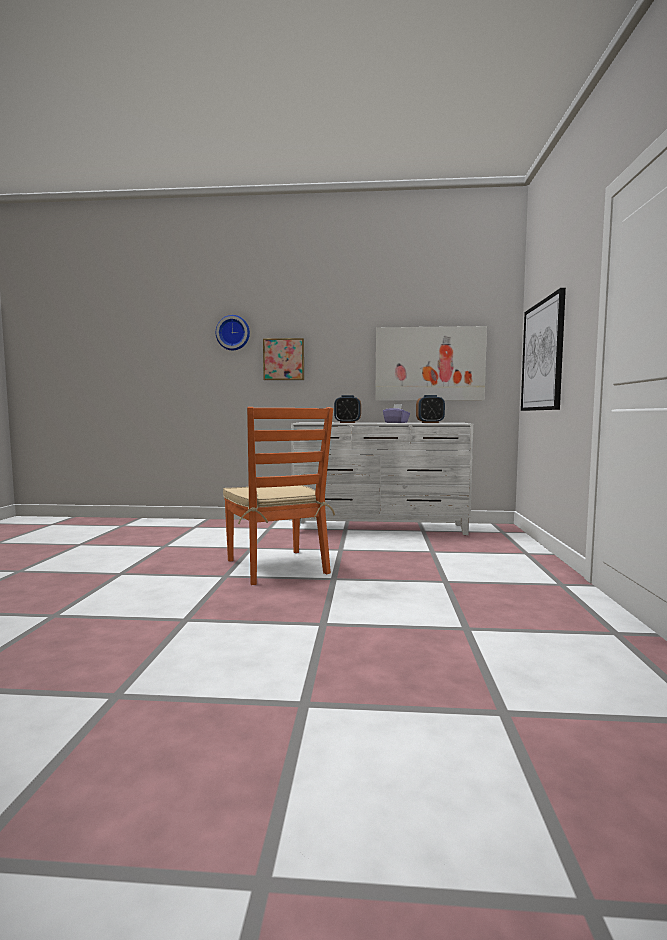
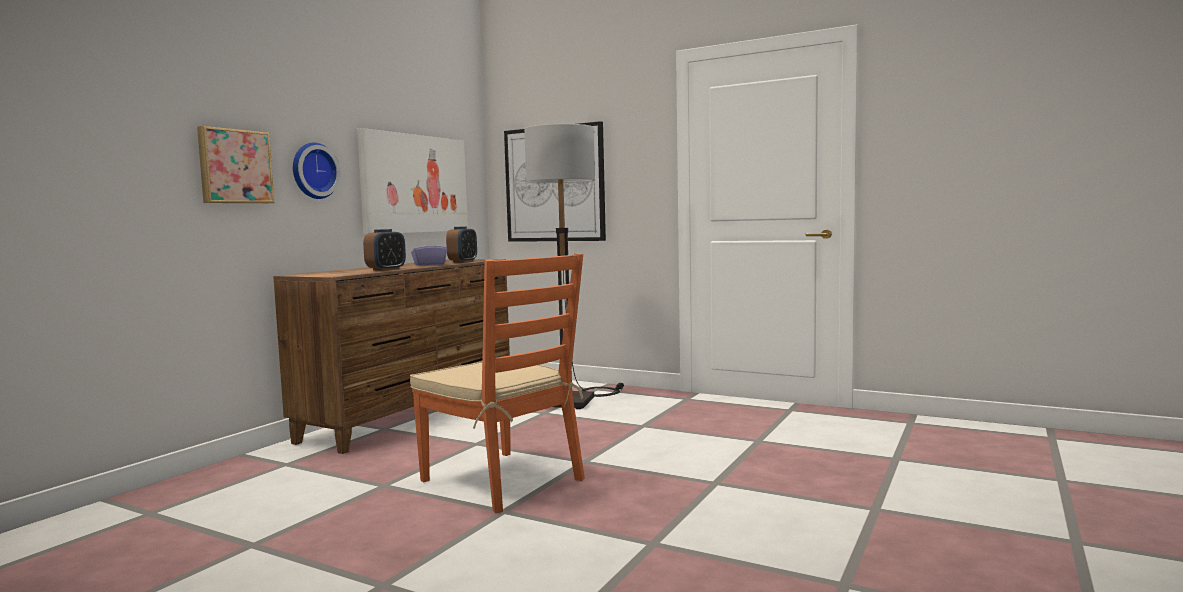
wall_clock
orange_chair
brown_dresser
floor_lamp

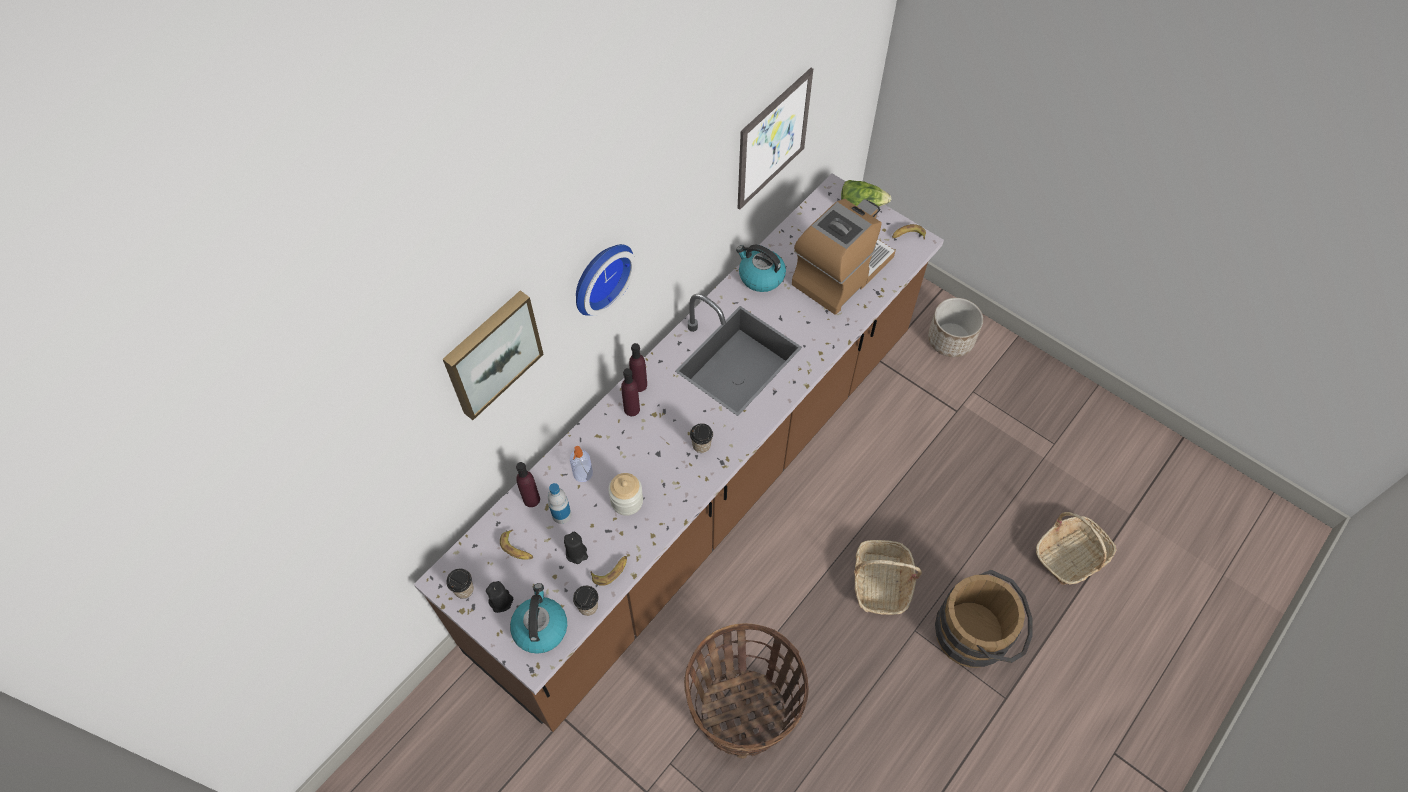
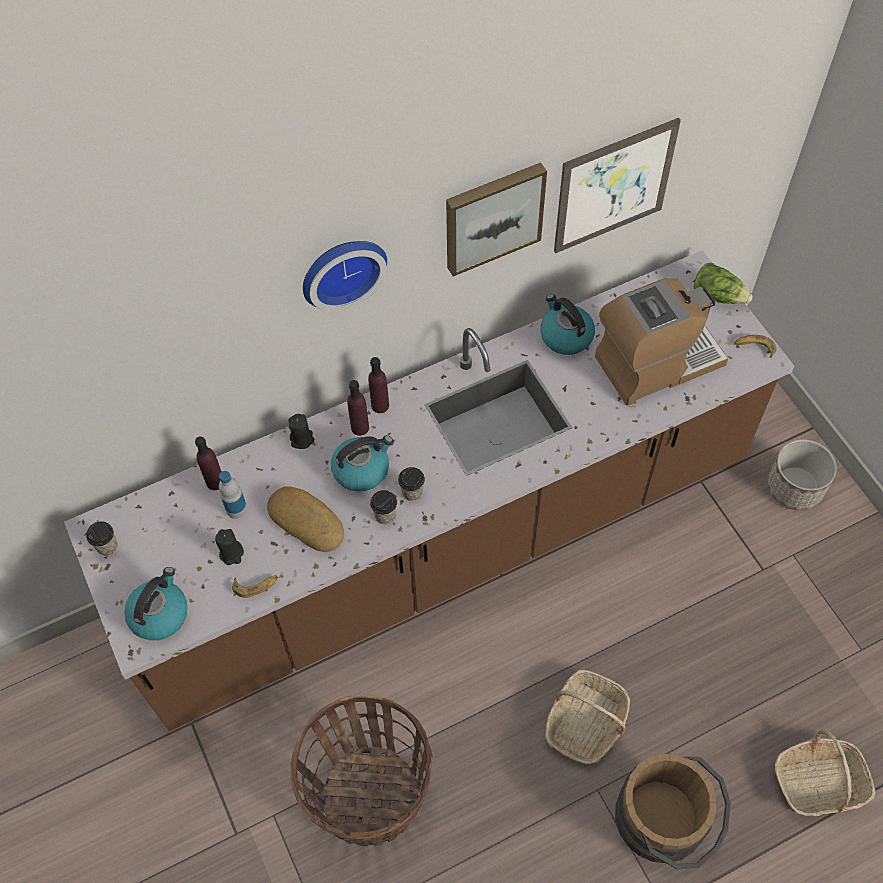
picture (1st from left)
soap_dispenser
bread
banana (1st from left in the first image)
black_candle (2nd from left)
cup (2nd from left)
kettle (2nd from left)

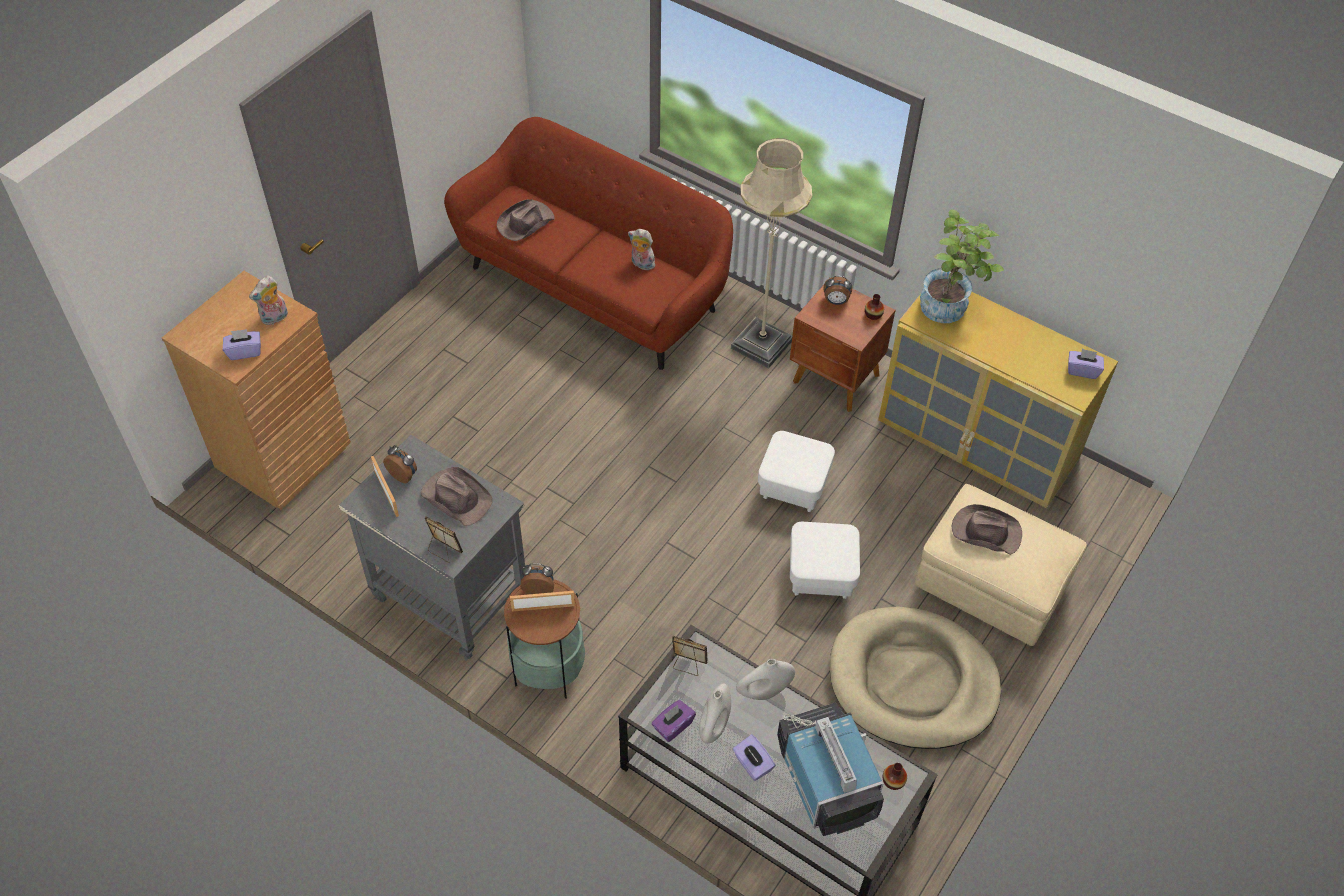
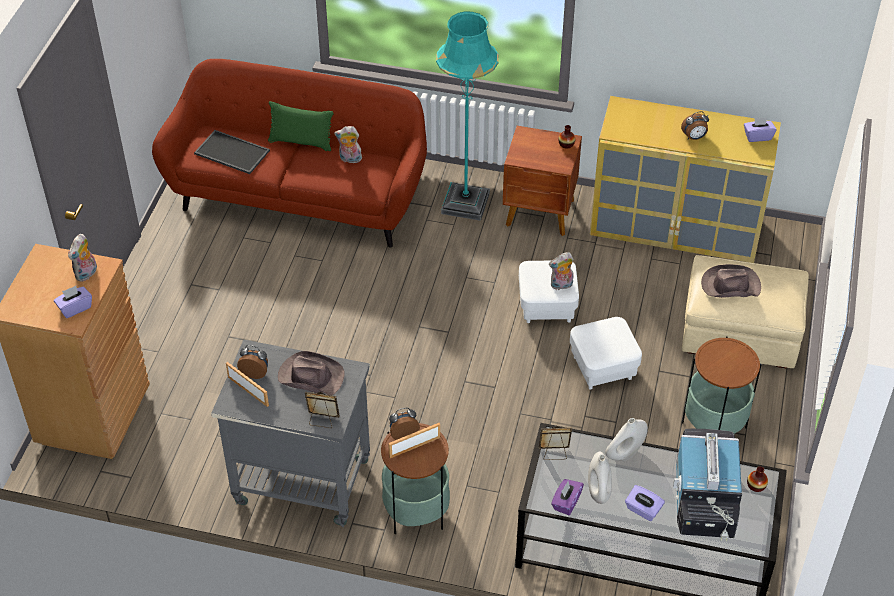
turquoise_floor_lamp
tray
potted_plant
alarm_clock (3rd from left)
side_table (2nd from left)
television
green_pillow
plush_toy (3rd from left)

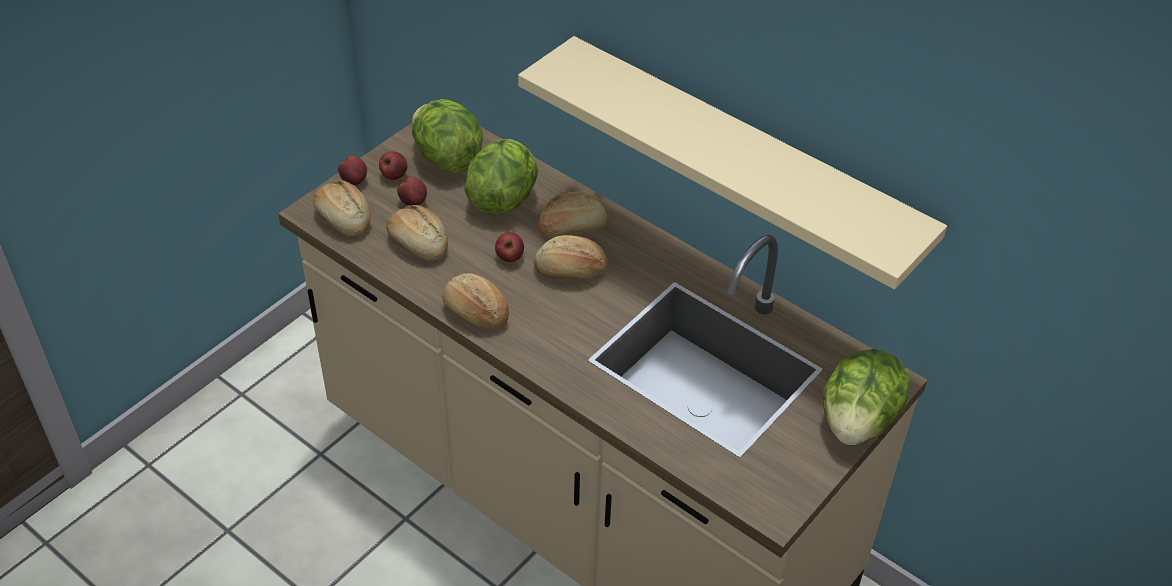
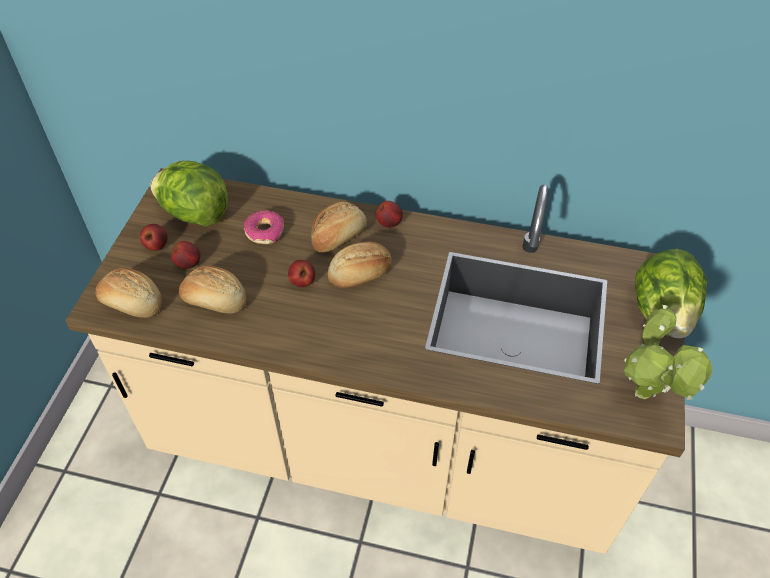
beige_shelf
donut
apple (4th from left)
bread (3rd from left in the first image)
potted_plant

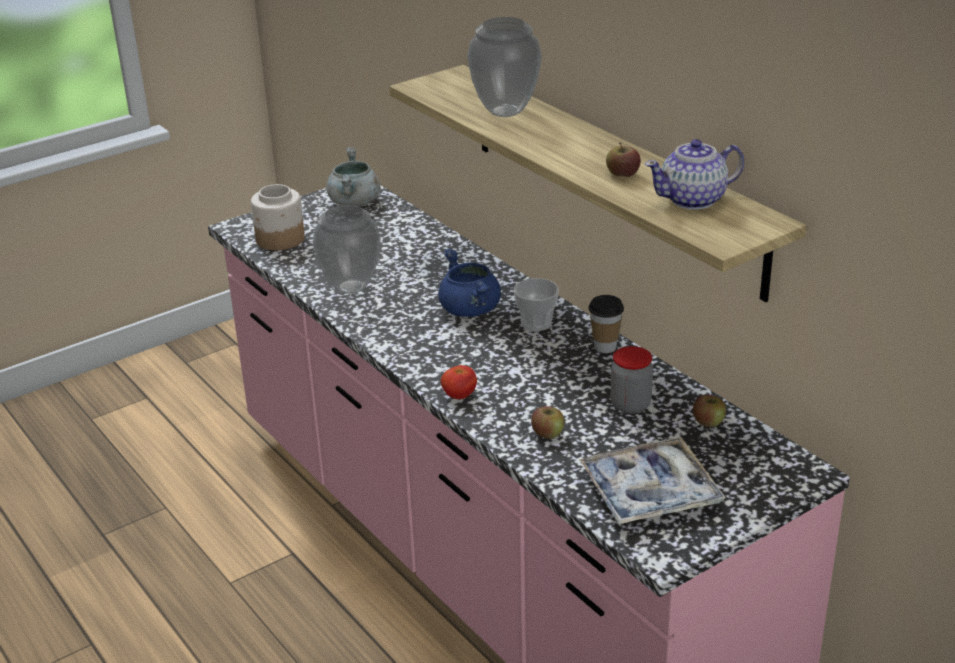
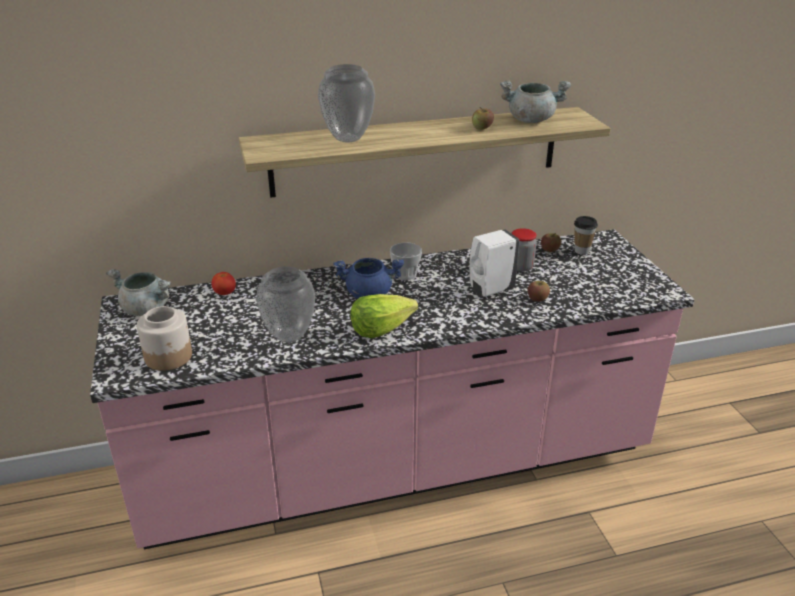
grey_cooking_pot (2nd from left)
cup (2nd from left)
tomato
tray
white_soap_dispenser
lettuce

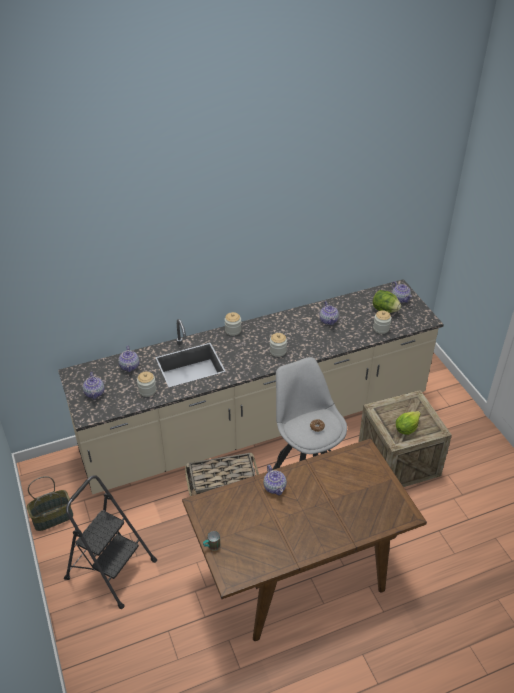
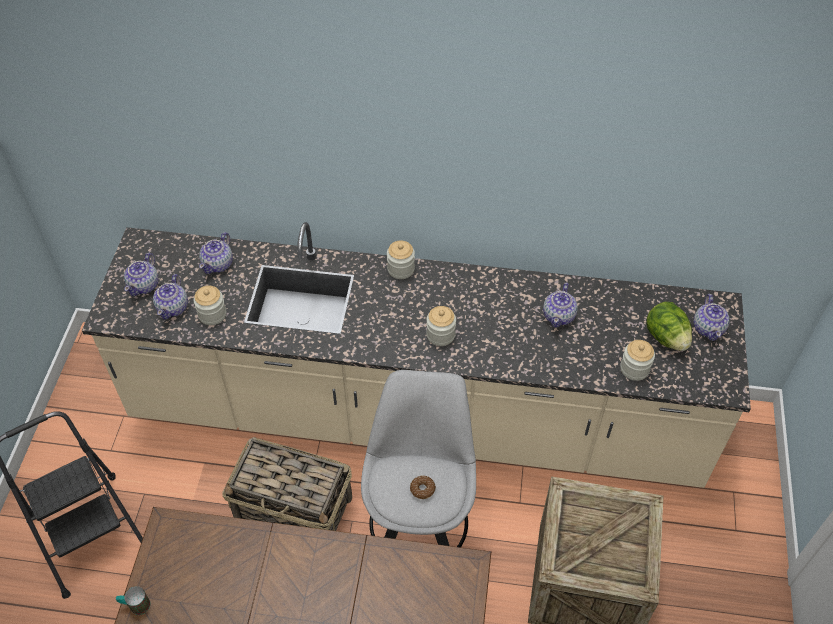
lettuce (2nd from left in the first image)
teapot (2nd from left)
basket (1st from left in the first image)

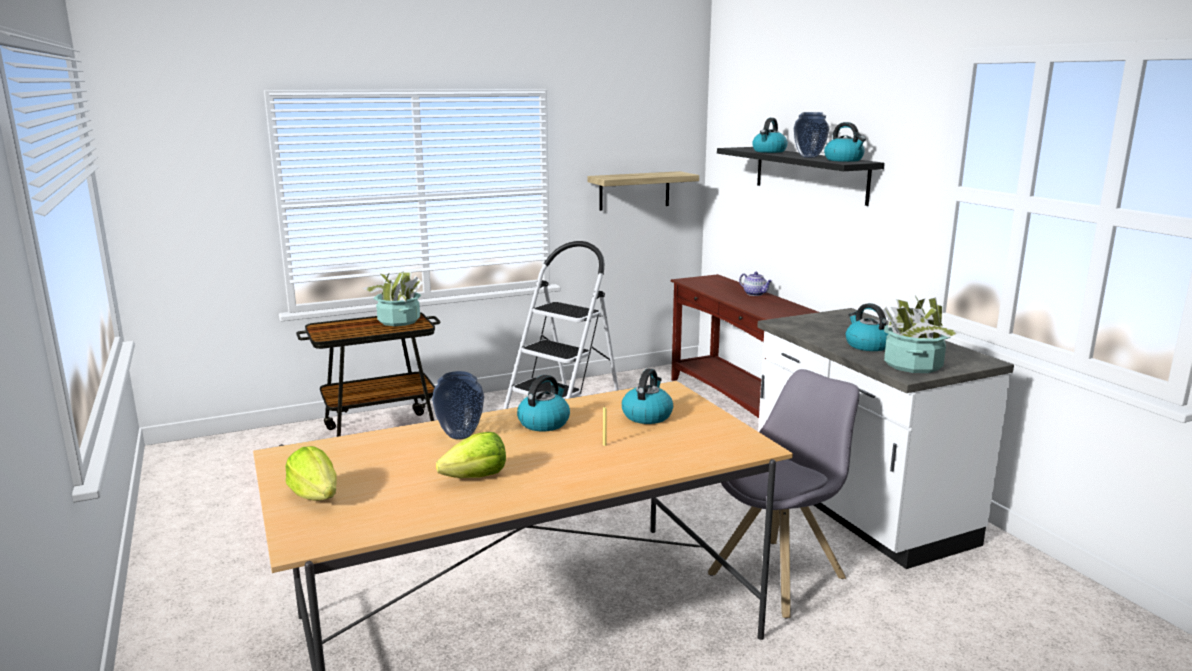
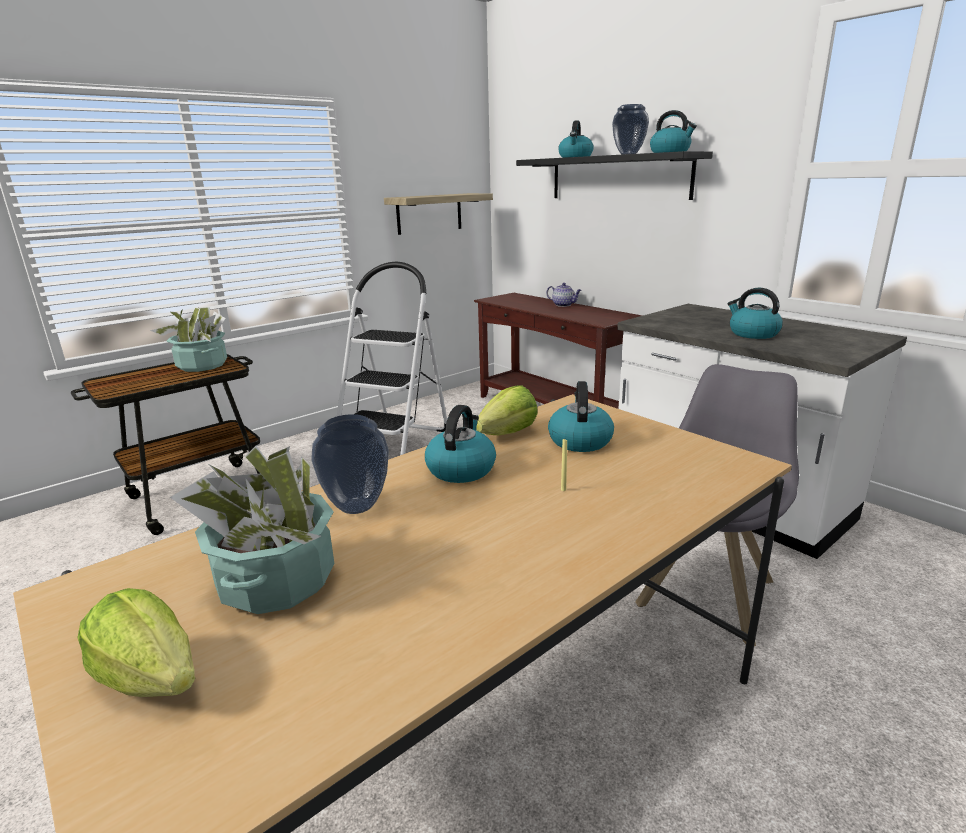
potted_plant (2nd from left)
lettuce (2nd from left)

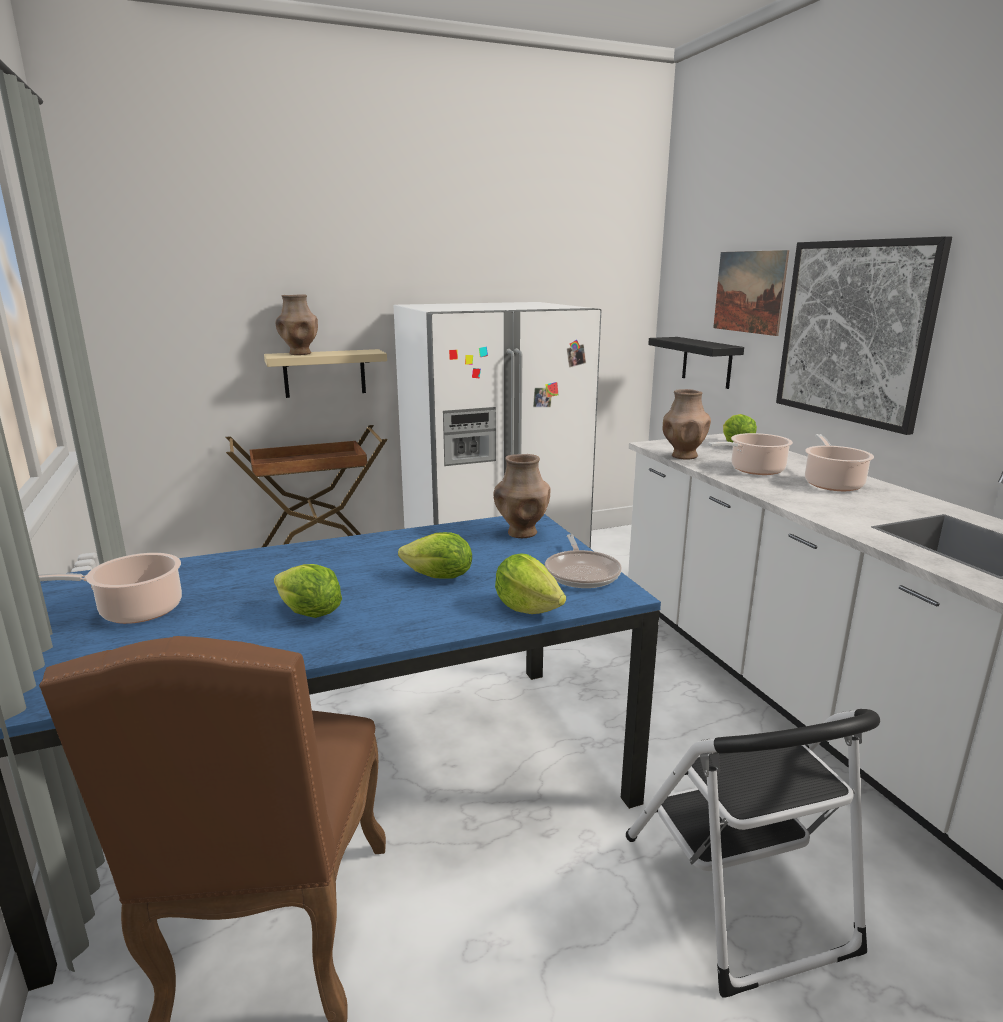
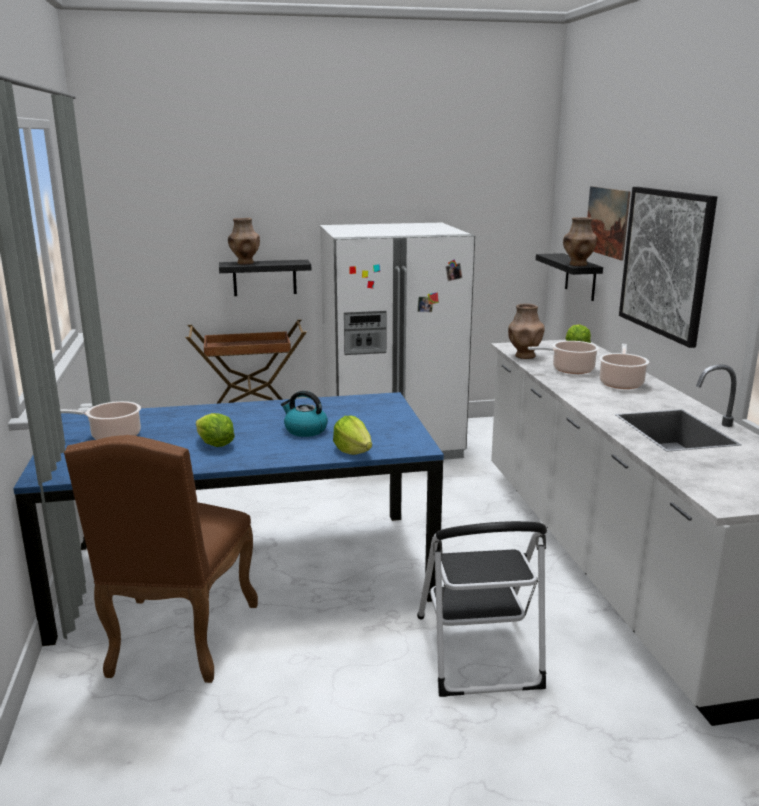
black_shelf (1st from left)
brown_vase (3rd from left)
kettle
frying_pan

